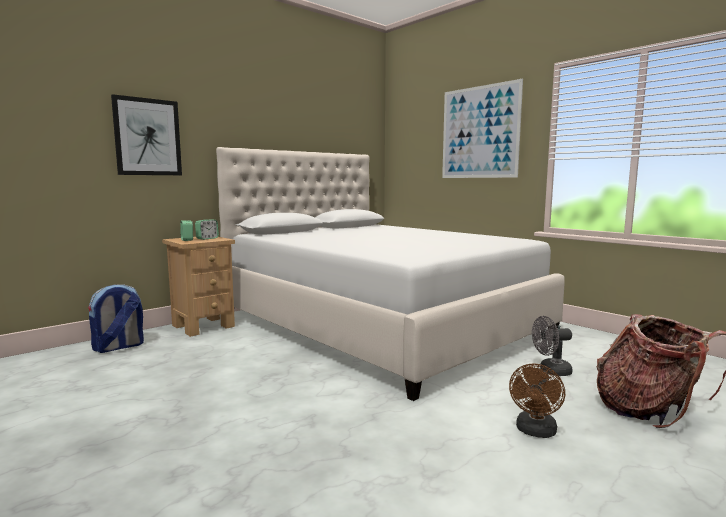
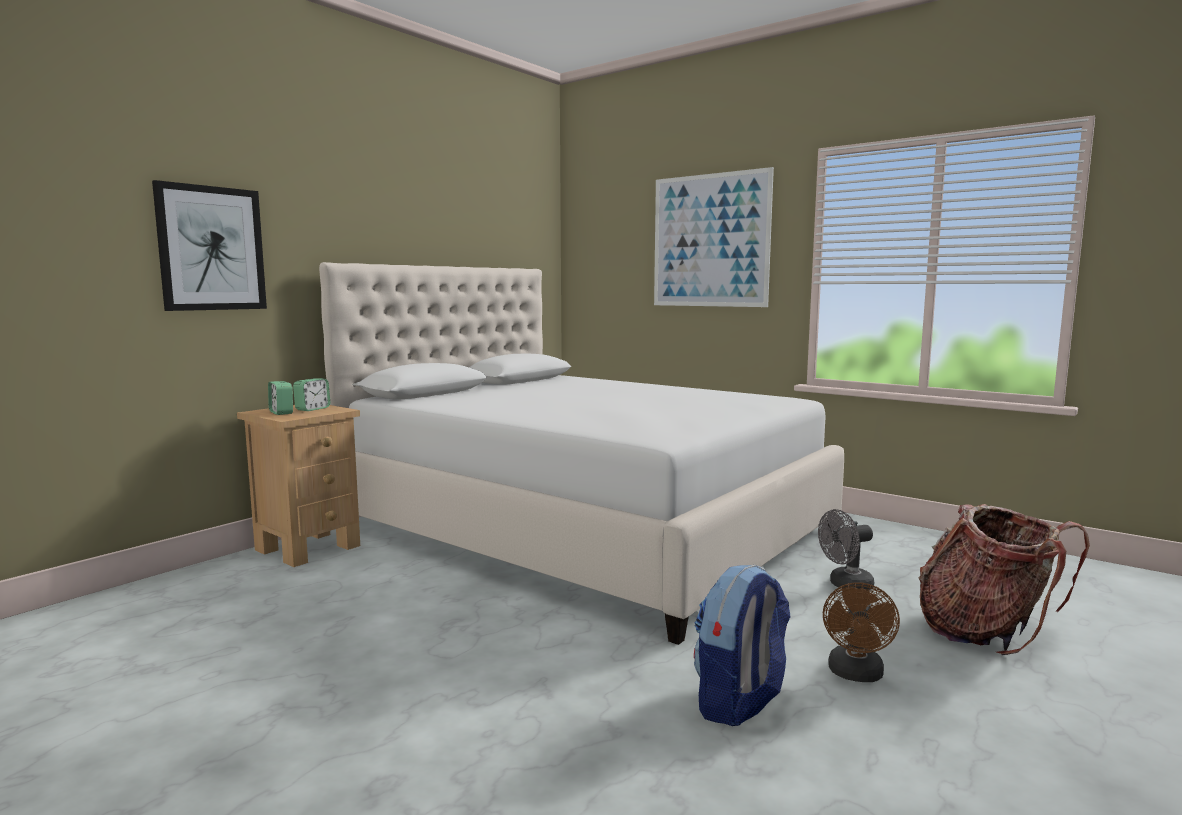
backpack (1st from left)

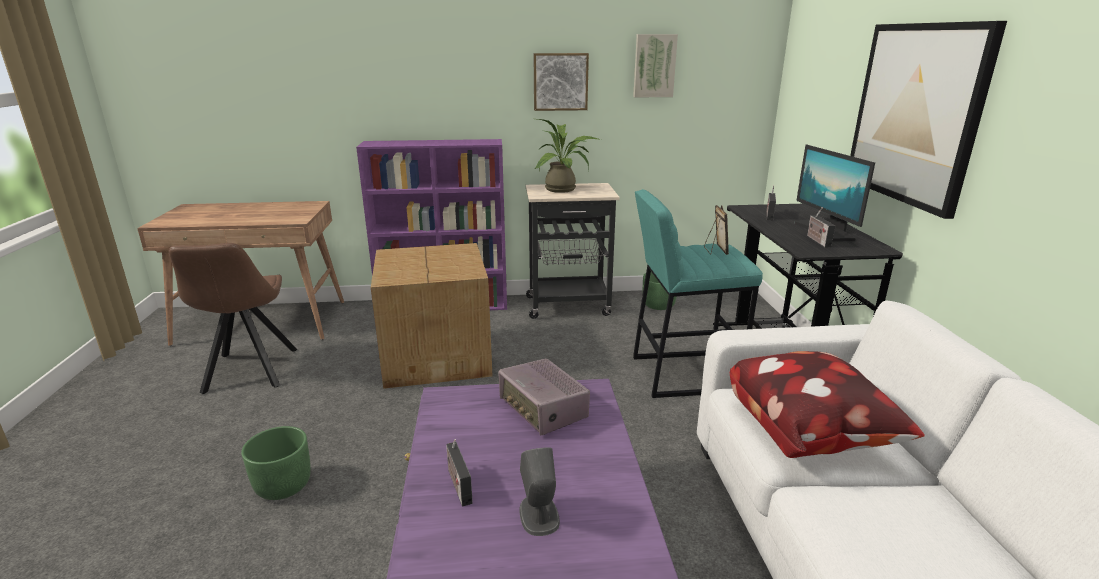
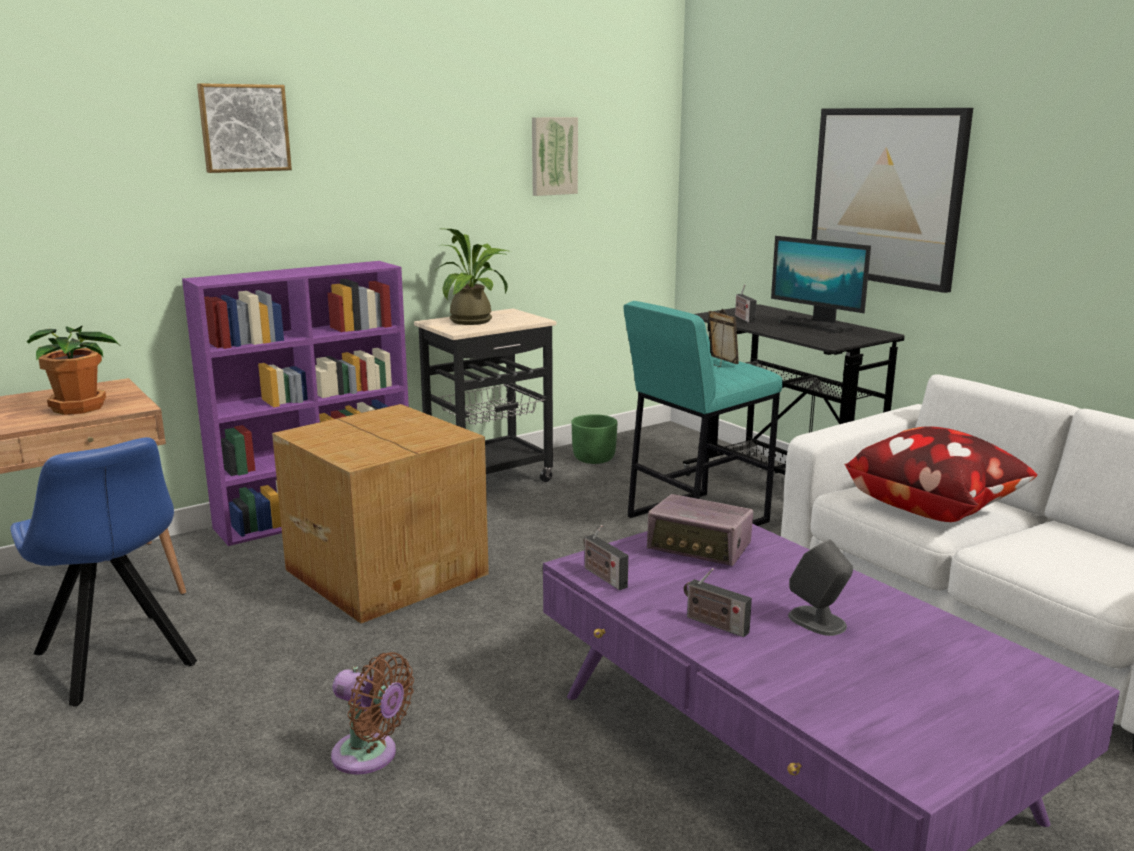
picture (1st from left)
radio (1st from left)
blue_chair
brown_fan
potted_plant (1st from left)

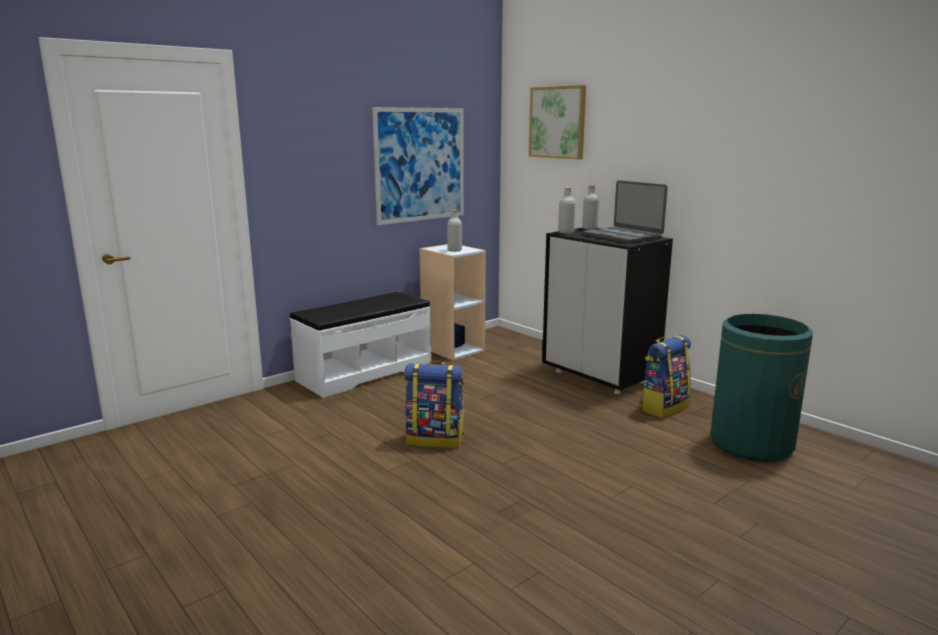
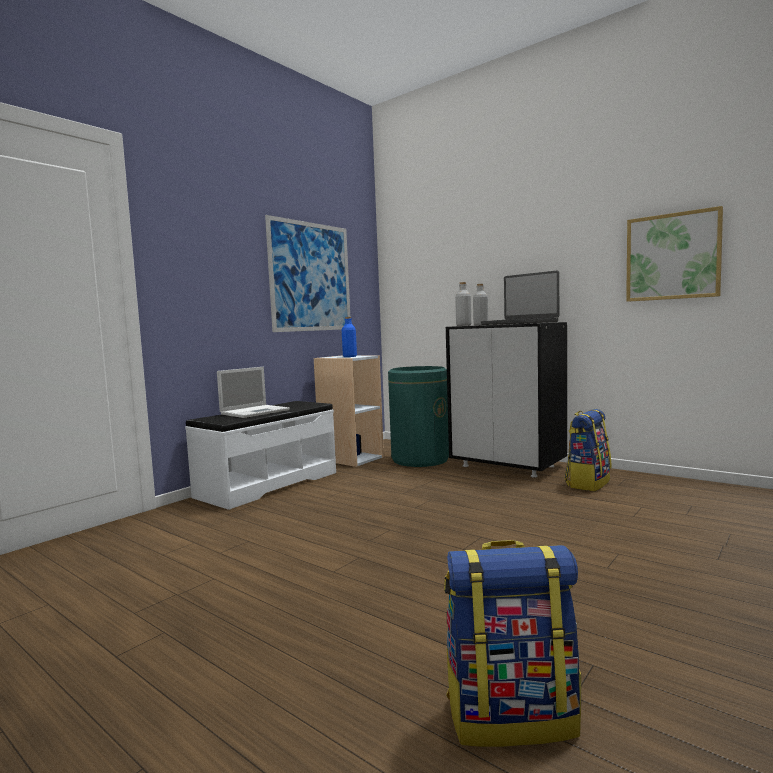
picture (2nd from left)
blue_bottle
green_trash_can
backpack (1st from left)
laptop (1st from left)

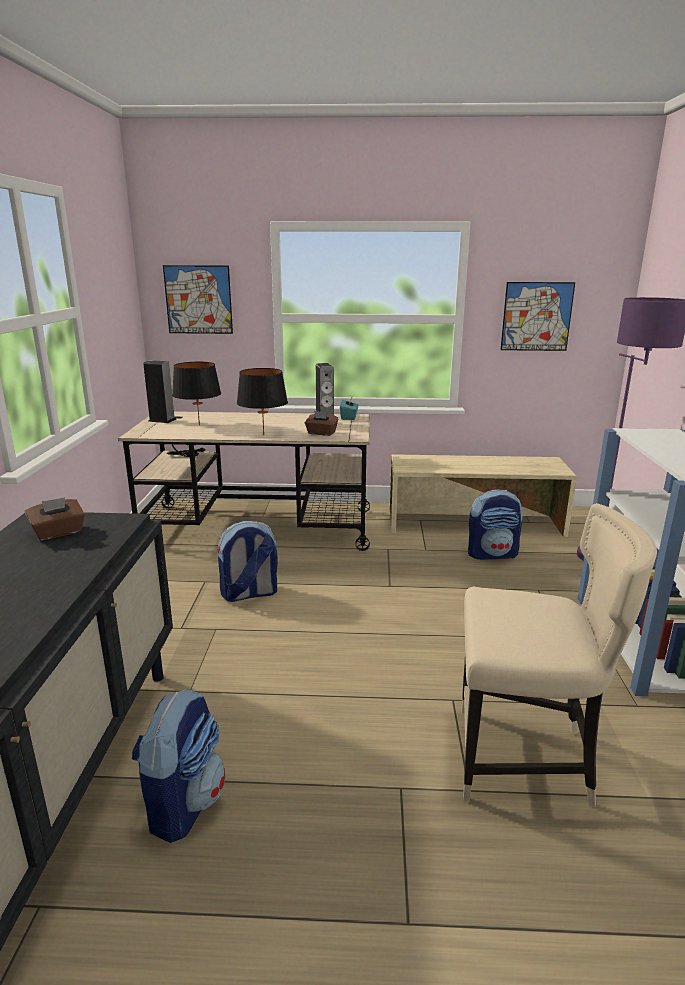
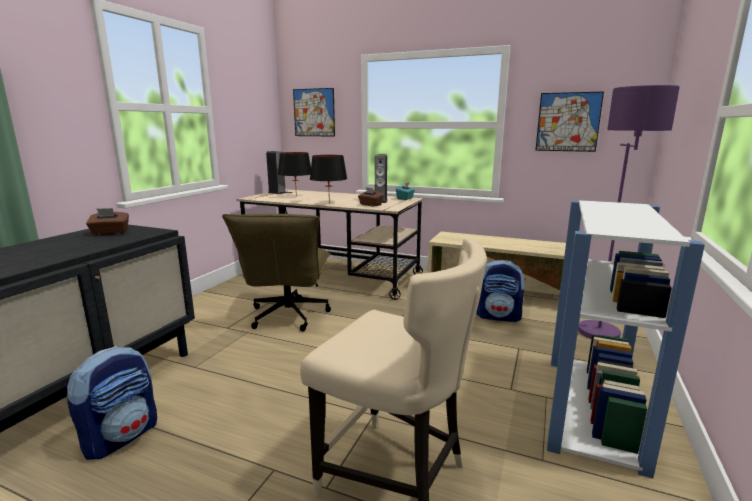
beige_office_chair

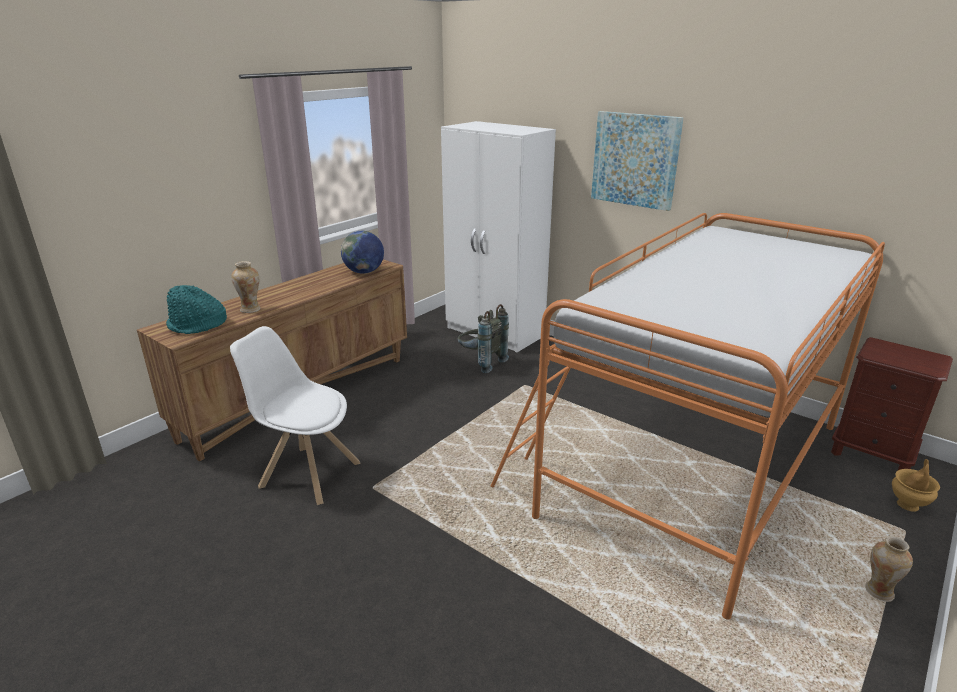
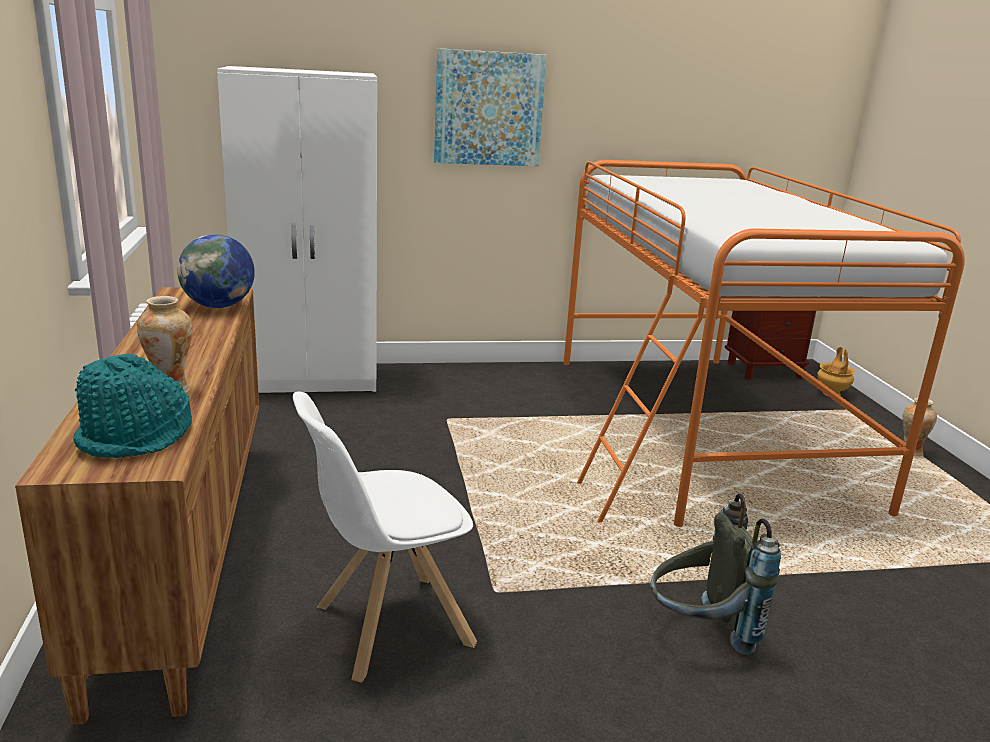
grey_backpack

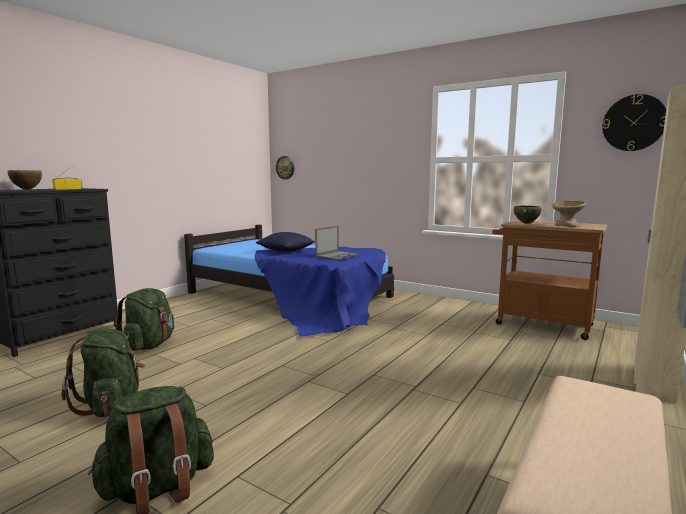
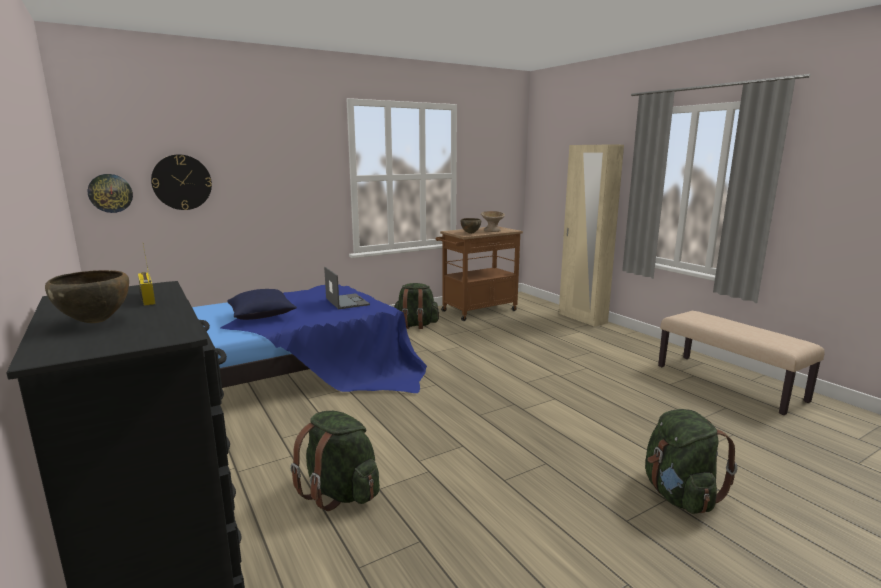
wall_clock (2nd from left)
green_backpack (2nd from left)

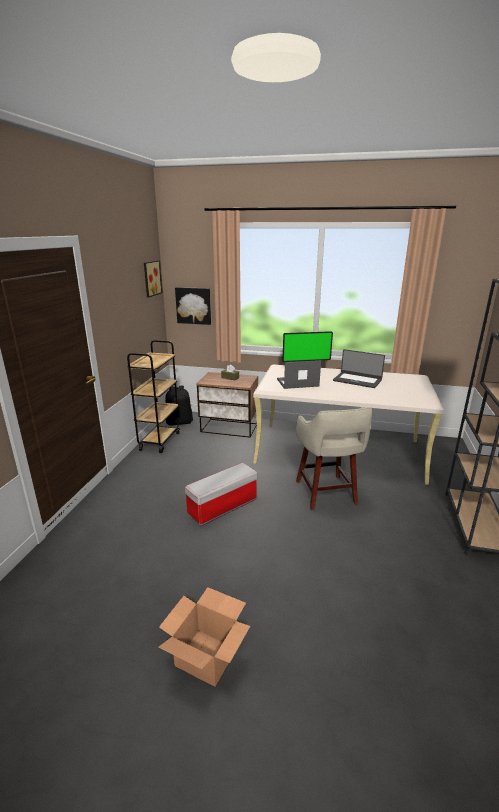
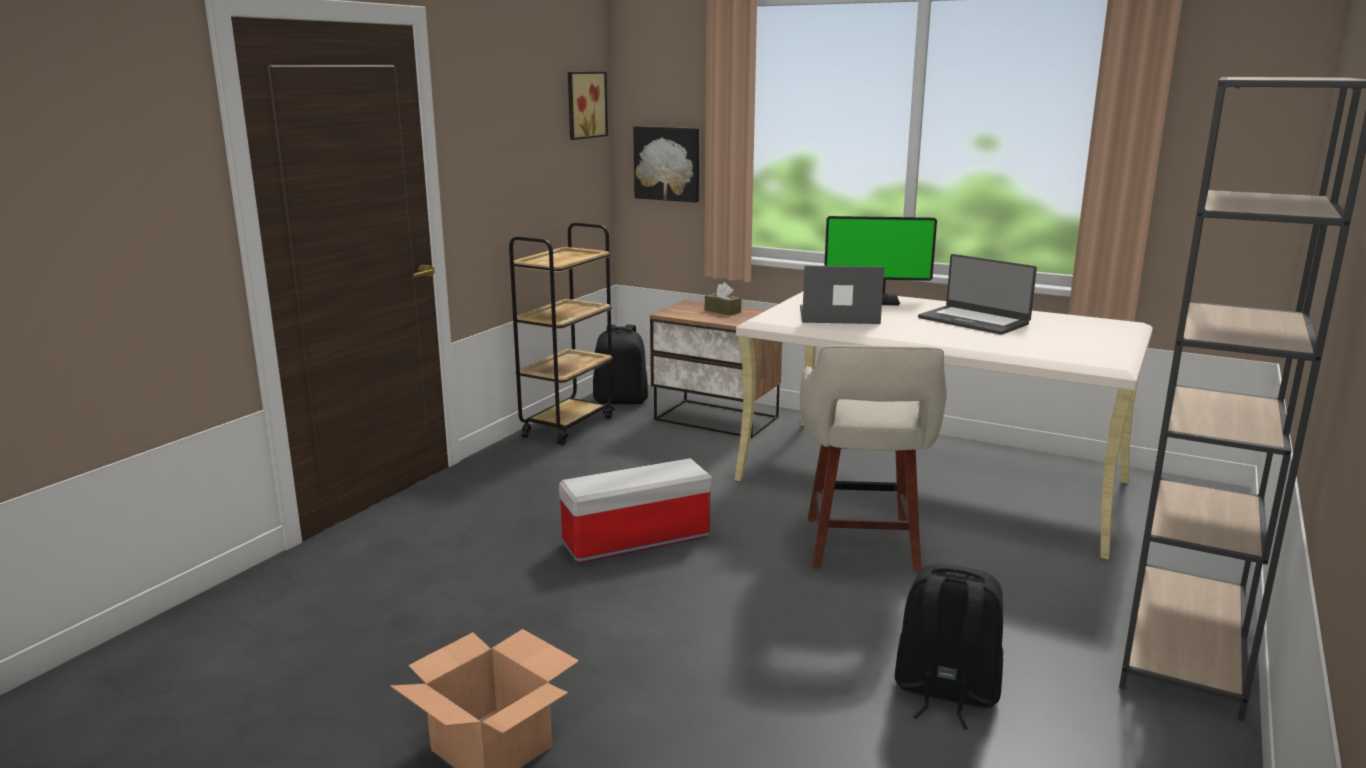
black_backpack (2nd from left)

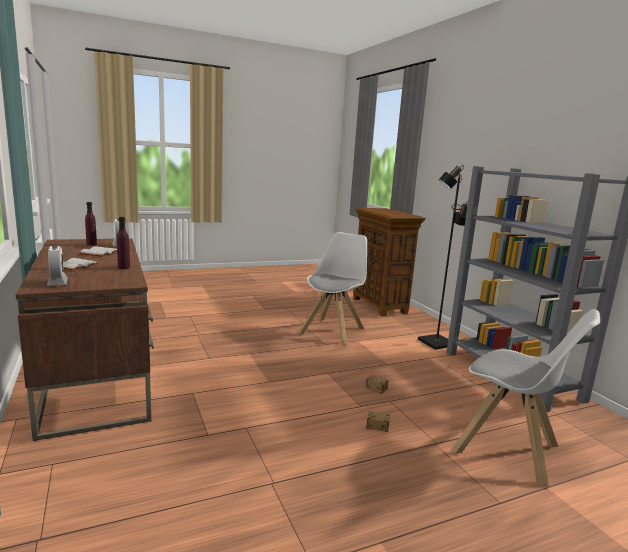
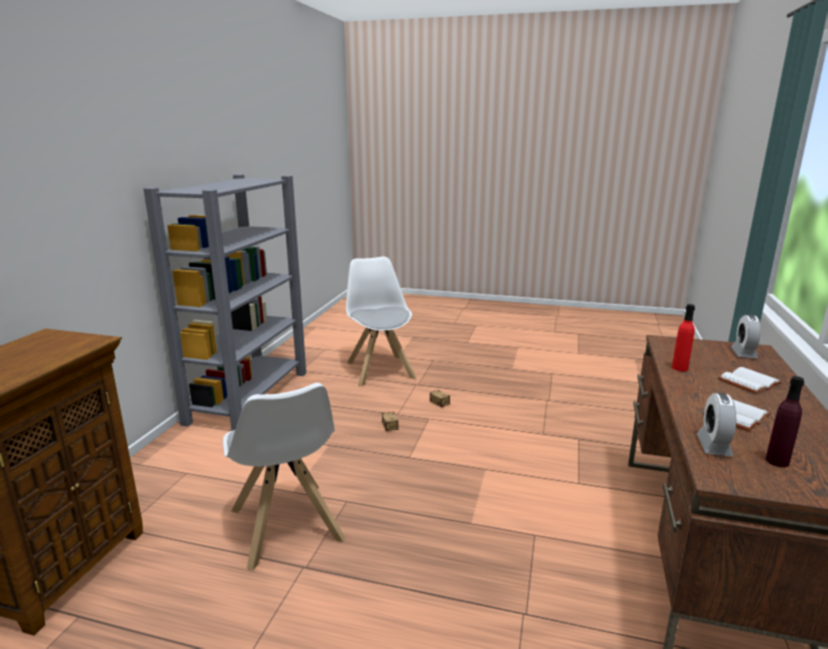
black_floor_lamp
red_bottle
chair (1st from left)

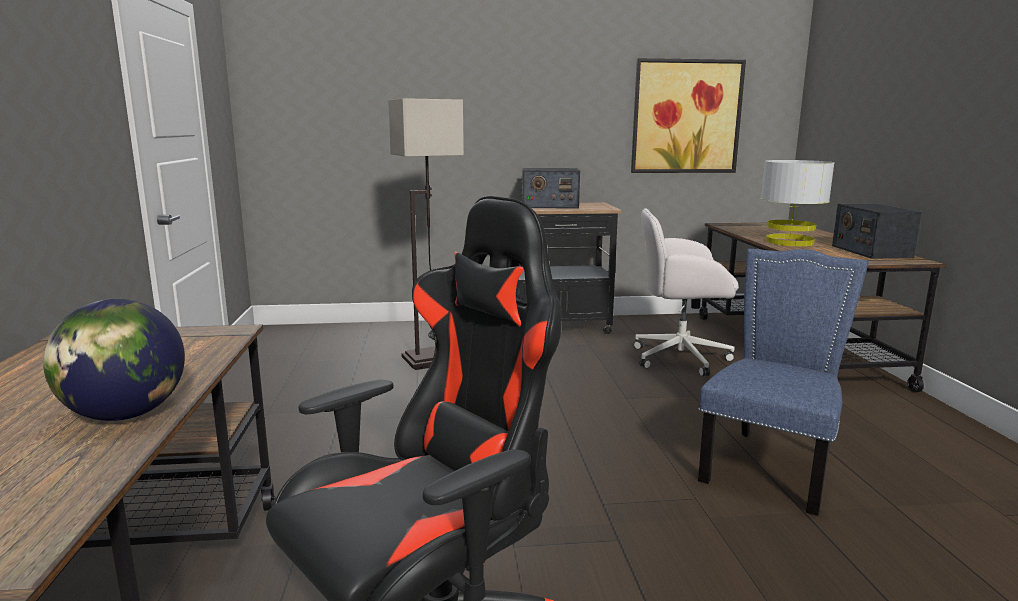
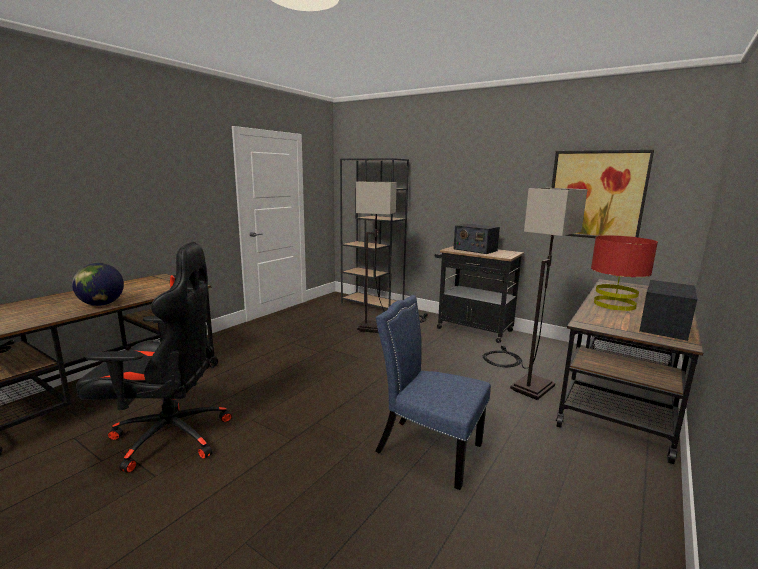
red_table_lamp
floor_lamp (2nd from left)
blue_chair
bookcase

